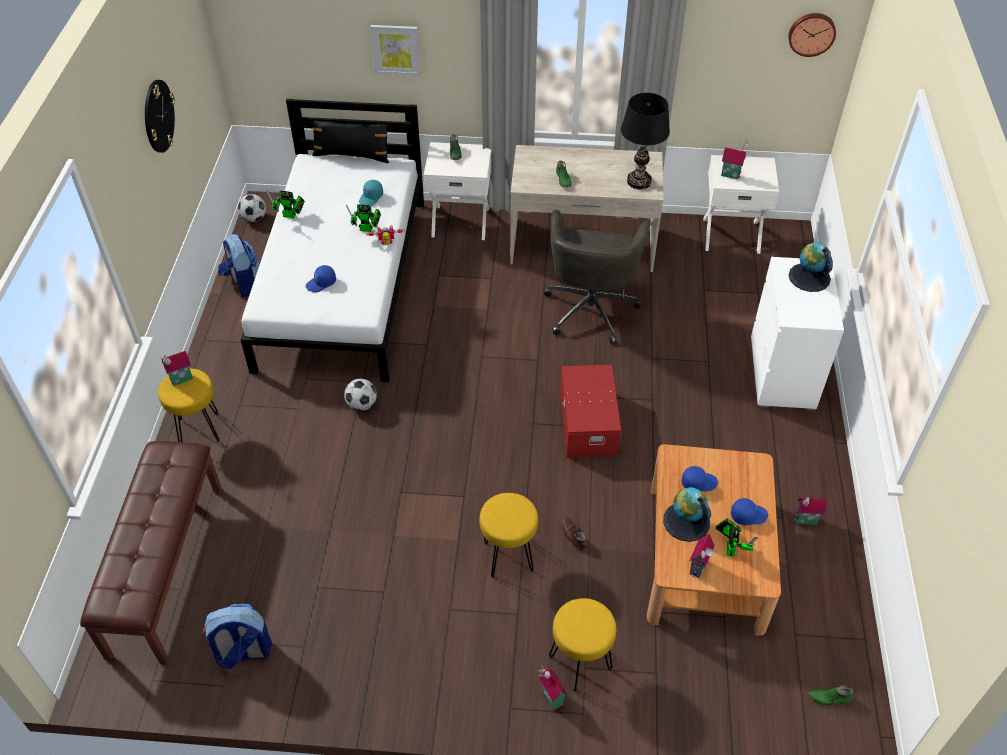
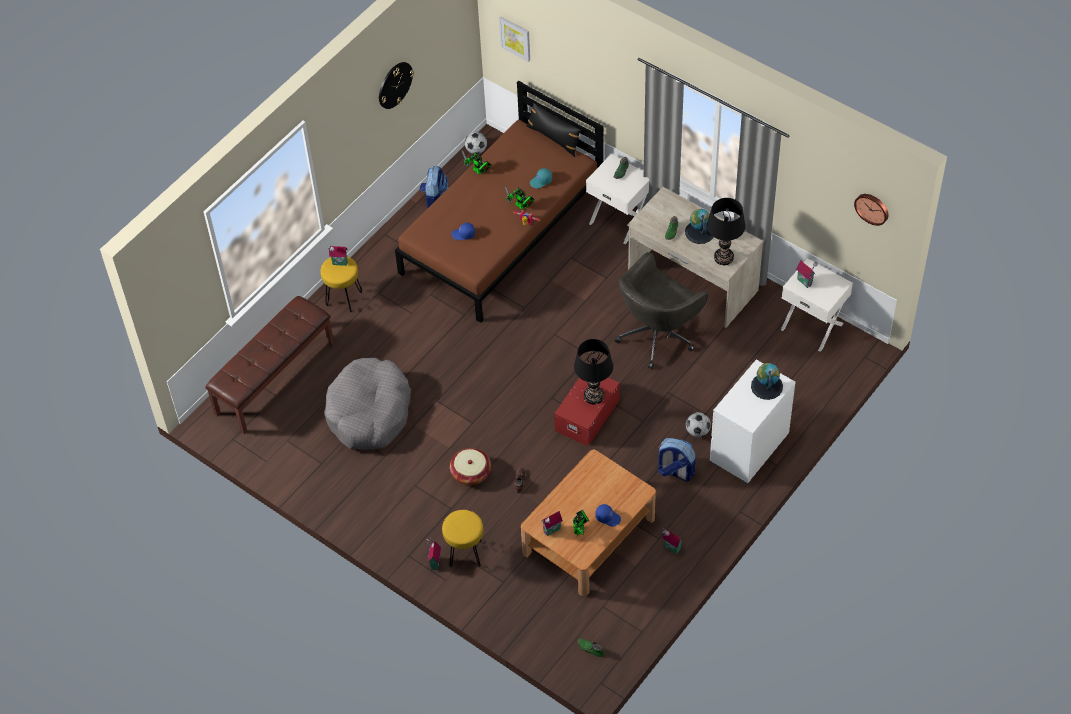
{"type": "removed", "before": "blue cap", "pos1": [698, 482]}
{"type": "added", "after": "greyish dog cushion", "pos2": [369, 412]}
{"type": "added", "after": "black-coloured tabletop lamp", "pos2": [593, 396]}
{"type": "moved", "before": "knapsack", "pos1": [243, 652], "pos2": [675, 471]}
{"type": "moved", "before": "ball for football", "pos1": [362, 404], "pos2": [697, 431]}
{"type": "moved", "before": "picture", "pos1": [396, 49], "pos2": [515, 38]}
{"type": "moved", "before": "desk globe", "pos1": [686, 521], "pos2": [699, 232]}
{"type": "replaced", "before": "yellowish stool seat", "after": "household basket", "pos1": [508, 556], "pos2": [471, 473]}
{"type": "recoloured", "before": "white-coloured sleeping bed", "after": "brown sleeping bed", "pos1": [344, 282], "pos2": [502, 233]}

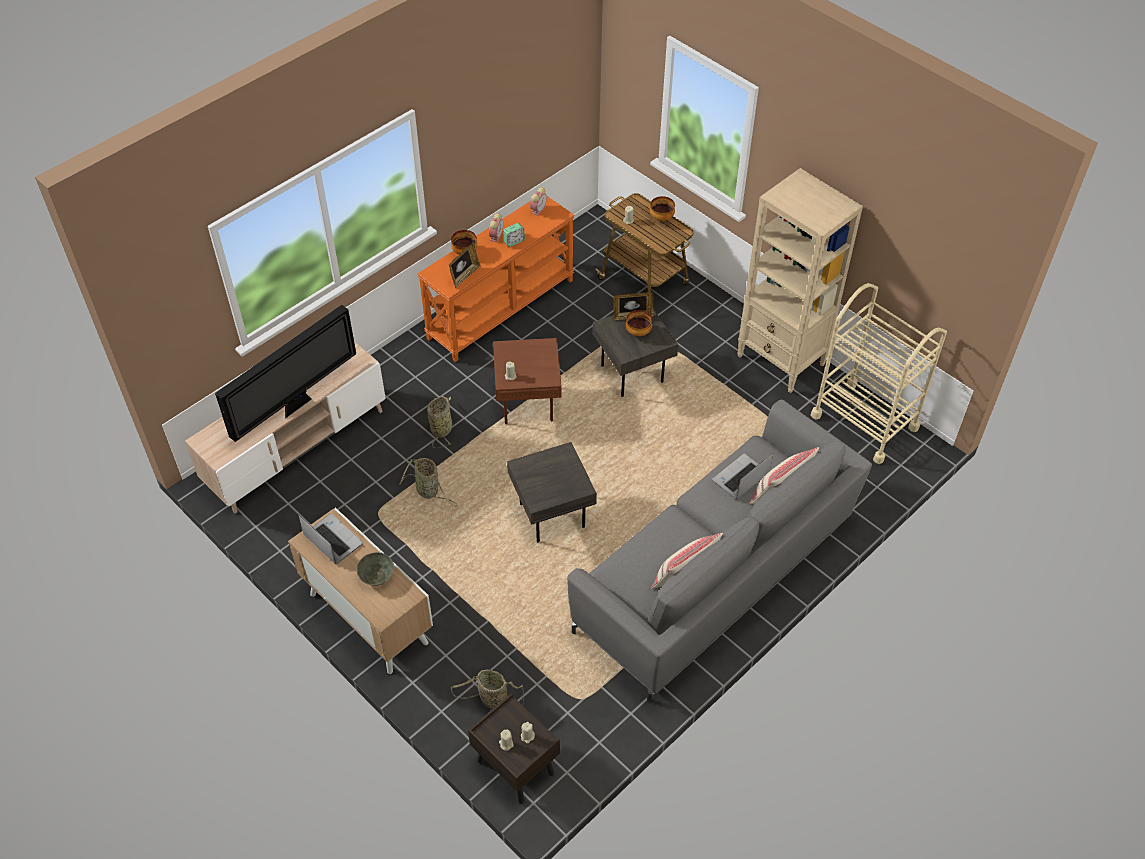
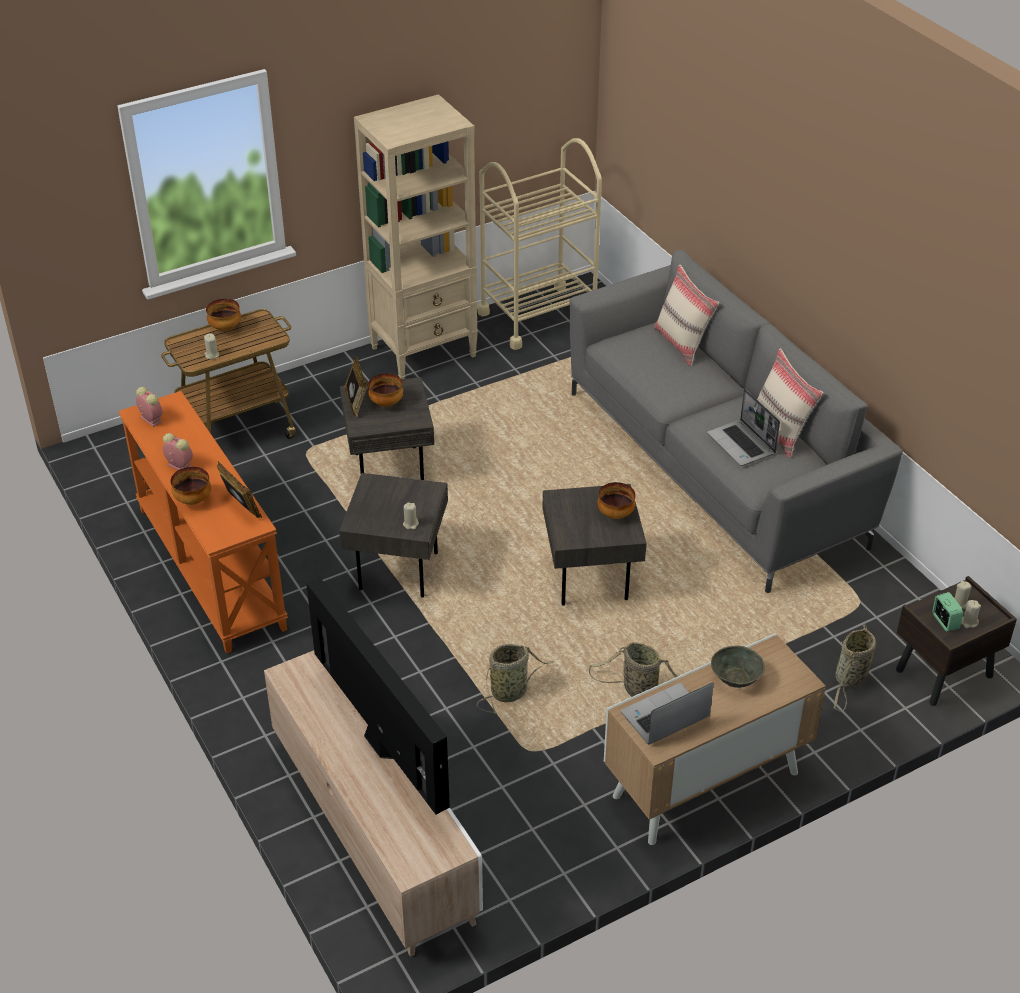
{"type": "added", "after": "bowl", "pos2": [615, 514]}
{"type": "moved", "before": "household basket", "pos1": [442, 428], "pos2": [637, 690]}
{"type": "moved", "before": "table clock", "pos1": [514, 241], "pos2": [945, 622]}
{"type": "moved", "before": "laptop", "pos1": [740, 478], "pos2": [742, 444]}
{"type": "recoloured", "before": "brown end table", "after": "greyish end table", "pos1": [529, 403], "pos2": [397, 569]}

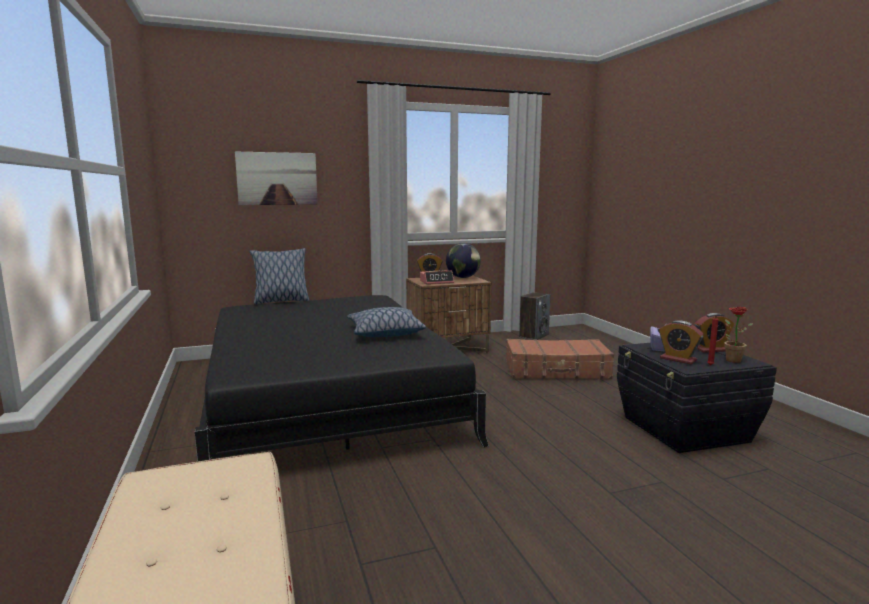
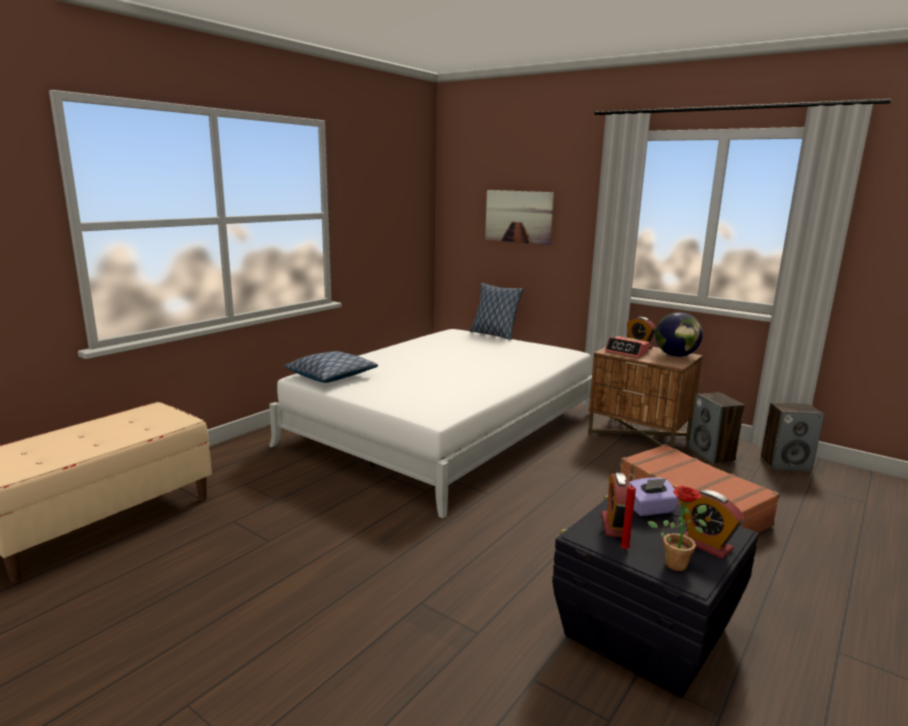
{"type": "added", "after": "audio speaker", "pos2": [711, 454]}
{"type": "moved", "before": "pillow", "pos1": [384, 333], "pos2": [331, 376]}
{"type": "recoloured", "before": "black-coloured sleeping bed", "after": "white-coloured sleeping bed", "pos1": [326, 397], "pos2": [445, 428]}

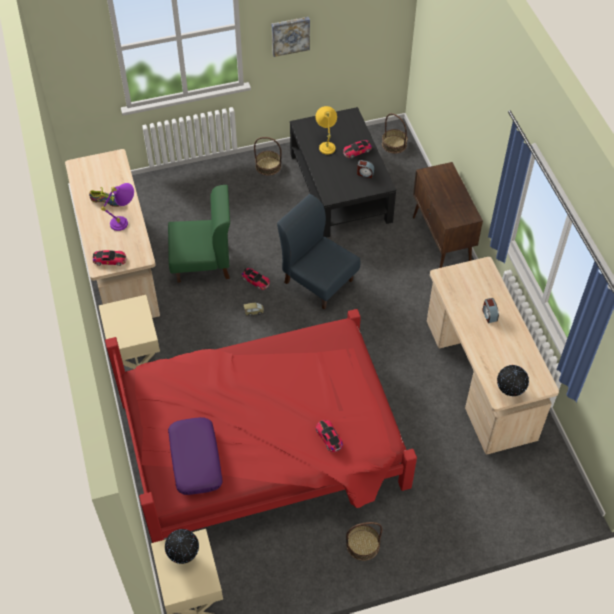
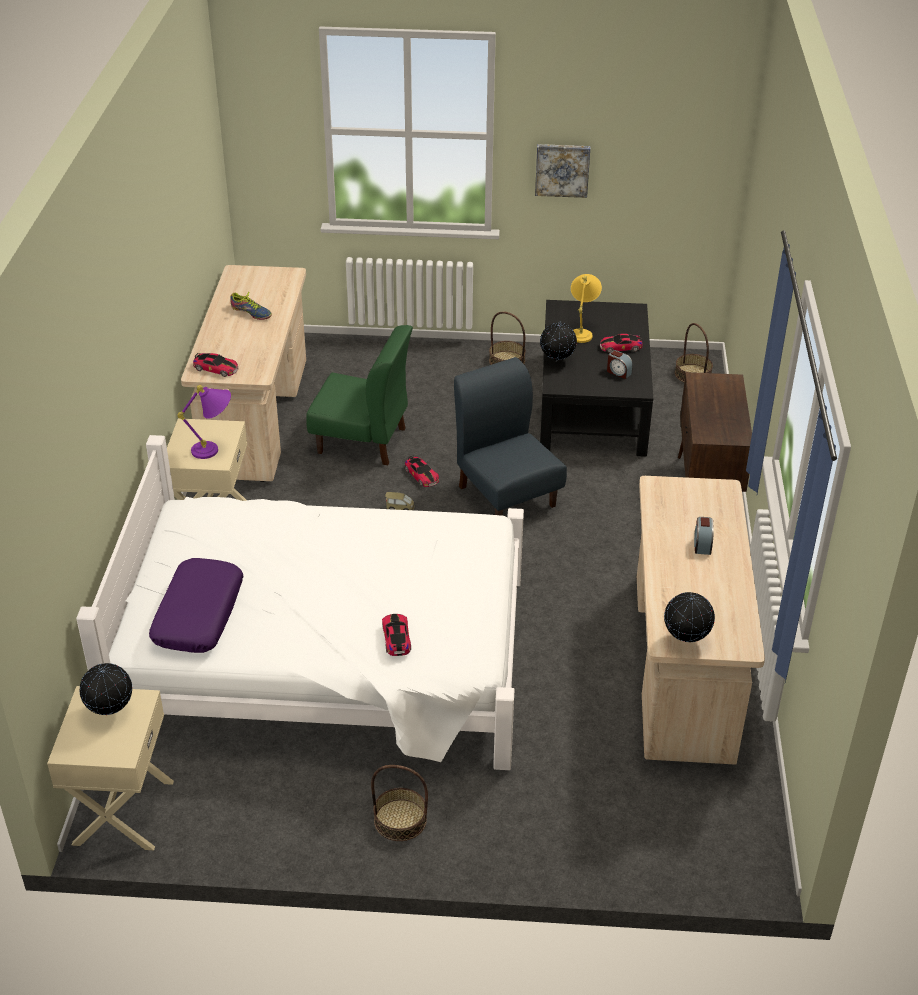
{"type": "added", "after": "desk globe", "pos2": [557, 361]}
{"type": "moved", "before": "purplish tabletop lamp", "pos1": [125, 221], "pos2": [215, 449]}
{"type": "recoloured", "before": "red-coloured sleeping bed", "after": "white-coloured sleeping bed", "pos1": [264, 444], "pos2": [328, 658]}

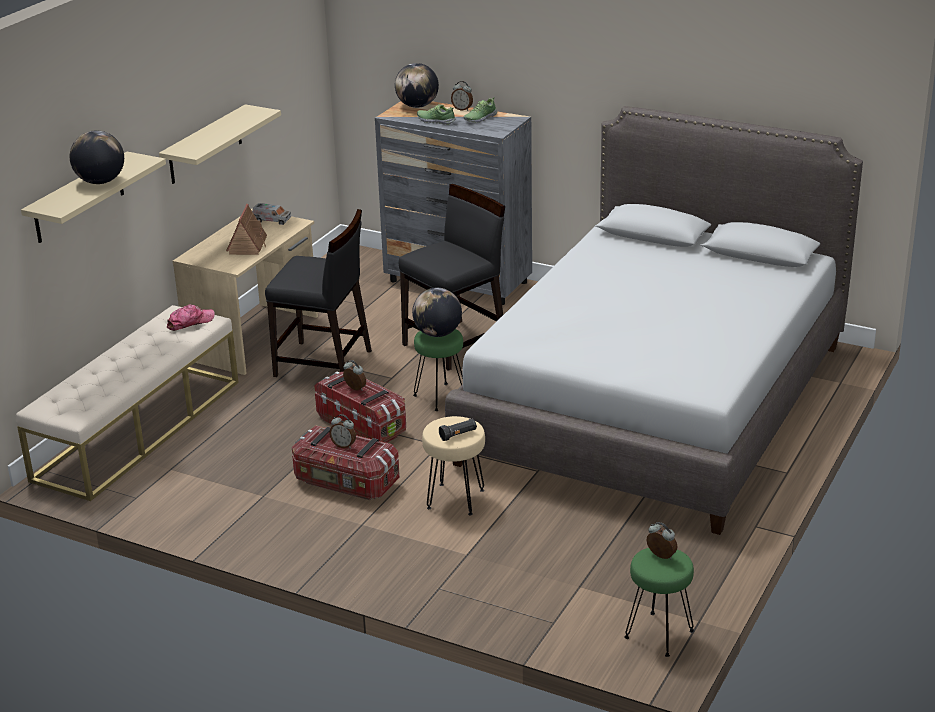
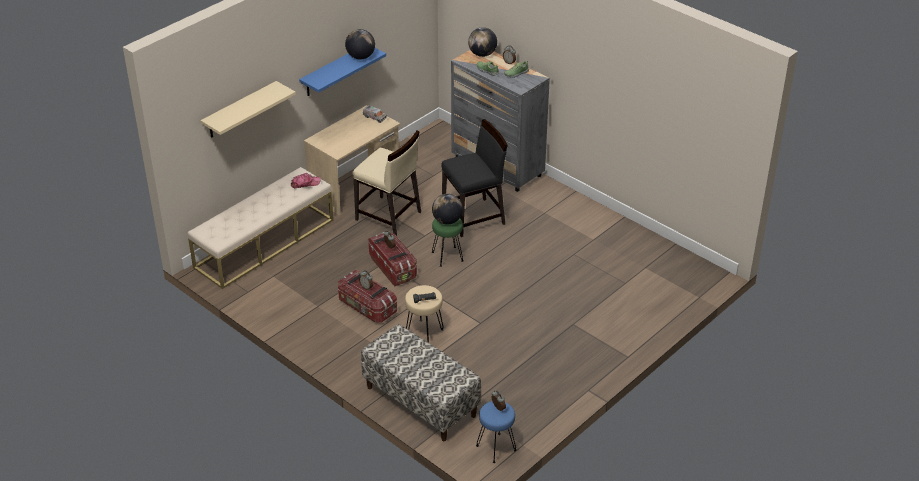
{"type": "removed", "before": "toy house", "pos1": [247, 246]}
{"type": "removed", "before": "greyish sleeping bed", "pos1": [656, 402]}
{"type": "added", "after": "long seat", "pos2": [420, 402]}
{"type": "moved", "before": "desk globe", "pos1": [100, 182], "pos2": [360, 57]}
{"type": "recoloured", "before": "sand-coloured bracket shelf", "after": "blue bracket shelf", "pos1": [205, 145], "pos2": [334, 71]}
{"type": "recoloured", "before": "black-coloured upright chair", "after": "sand-coloured upright chair", "pos1": [324, 364], "pos2": [388, 216]}
{"type": "recoloured", "before": "green-coloured stool seat", "after": "blue stool seat", "pos1": [658, 634], "pos2": [496, 447]}

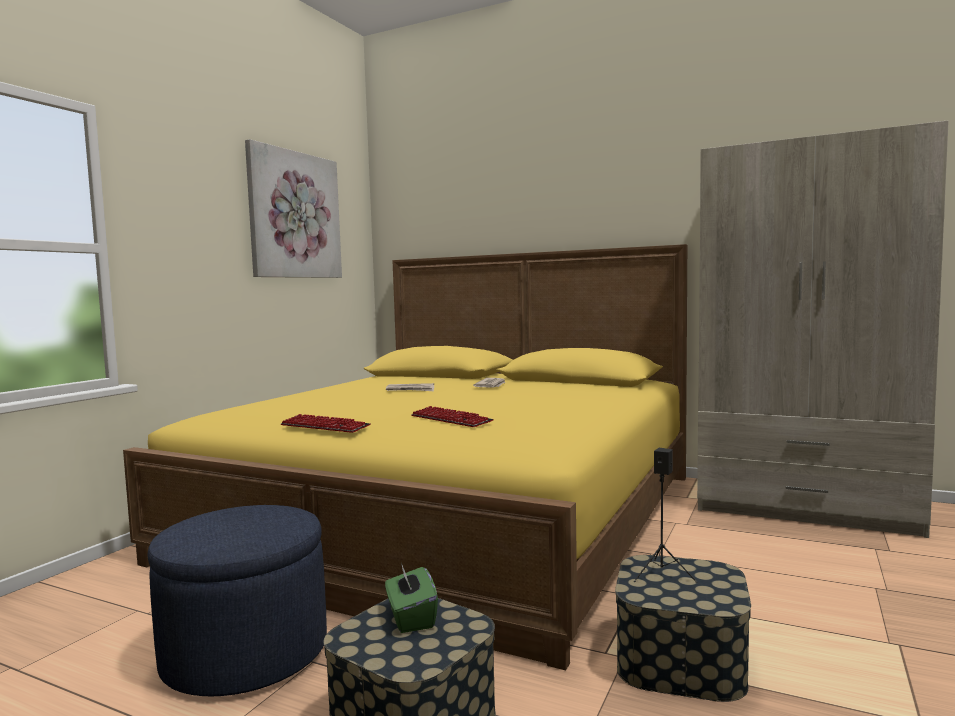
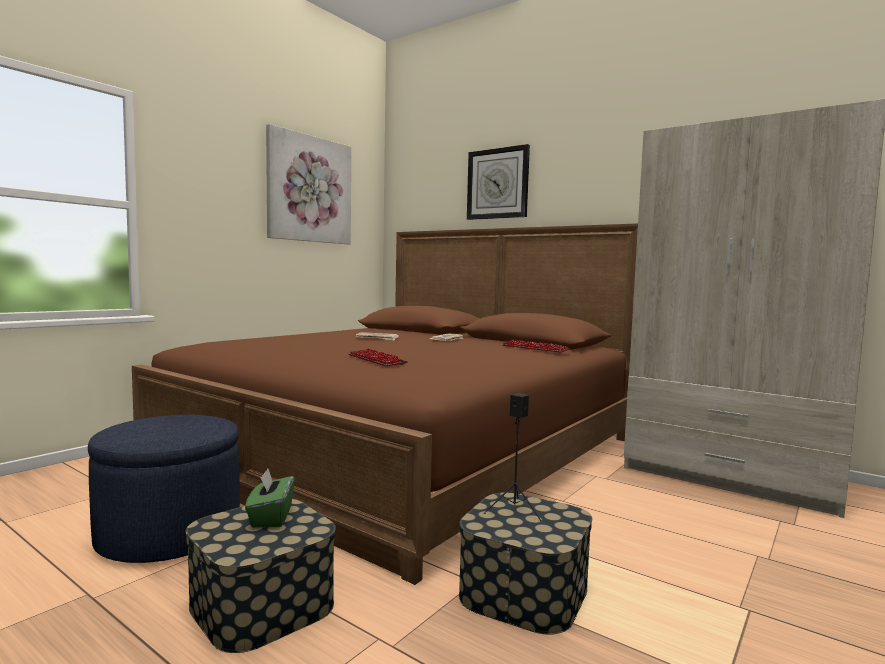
{"type": "added", "after": "wall clock", "pos2": [498, 184]}
{"type": "moved", "before": "PC keyboard", "pos1": [324, 426], "pos2": [535, 348]}
{"type": "recoloured", "before": "yellowish sleeping bed", "after": "brown sleeping bed", "pos1": [453, 514], "pos2": [404, 448]}

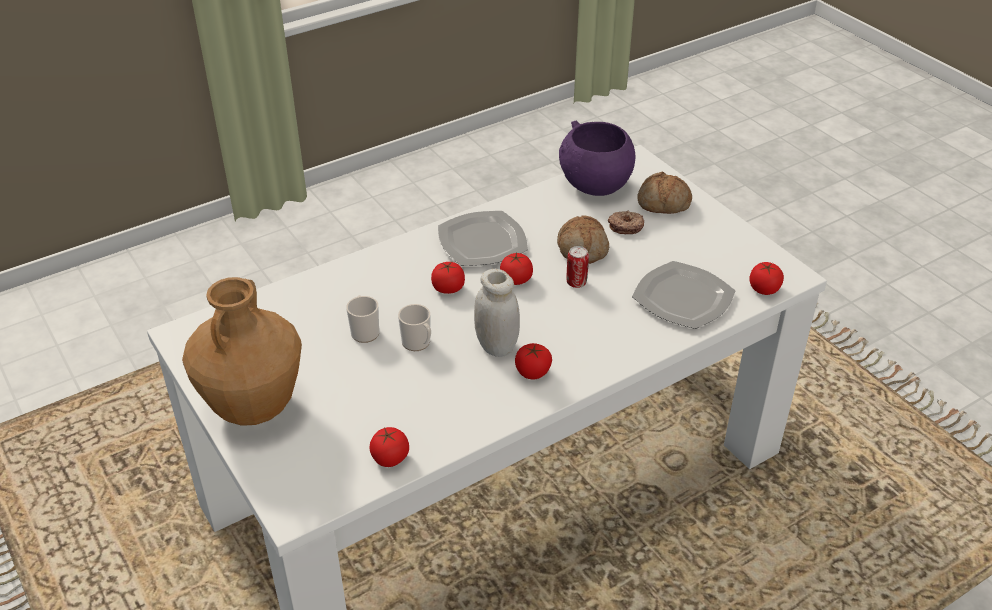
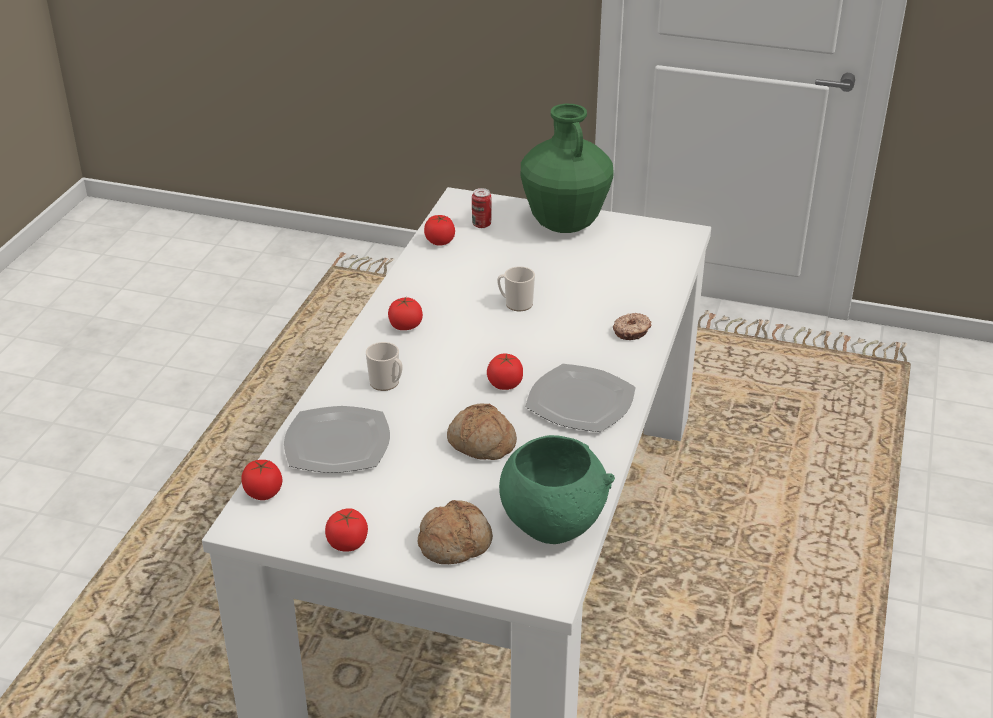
{"type": "removed", "before": "white-coloured jar", "pos1": [496, 346]}
{"type": "moved", "before": "mug", "pos1": [364, 331], "pos2": [387, 383]}
{"type": "moved", "before": "fresh tomato", "pos1": [448, 288], "pos2": [348, 543]}
{"type": "moved", "before": "sealed can", "pos1": [576, 283], "pos2": [481, 224]}
{"type": "moved", "before": "doughnut", "pos1": [625, 226], "pos2": [632, 332]}
{"type": "recoloured", "before": "brown vase", "after": "green-coloured vase", "pos1": [254, 406], "pos2": [565, 225]}
{"type": "recoloured", "before": "purplish bowl", "after": "green-coloured bowl", "pos1": [594, 186], "pos2": [552, 524]}

